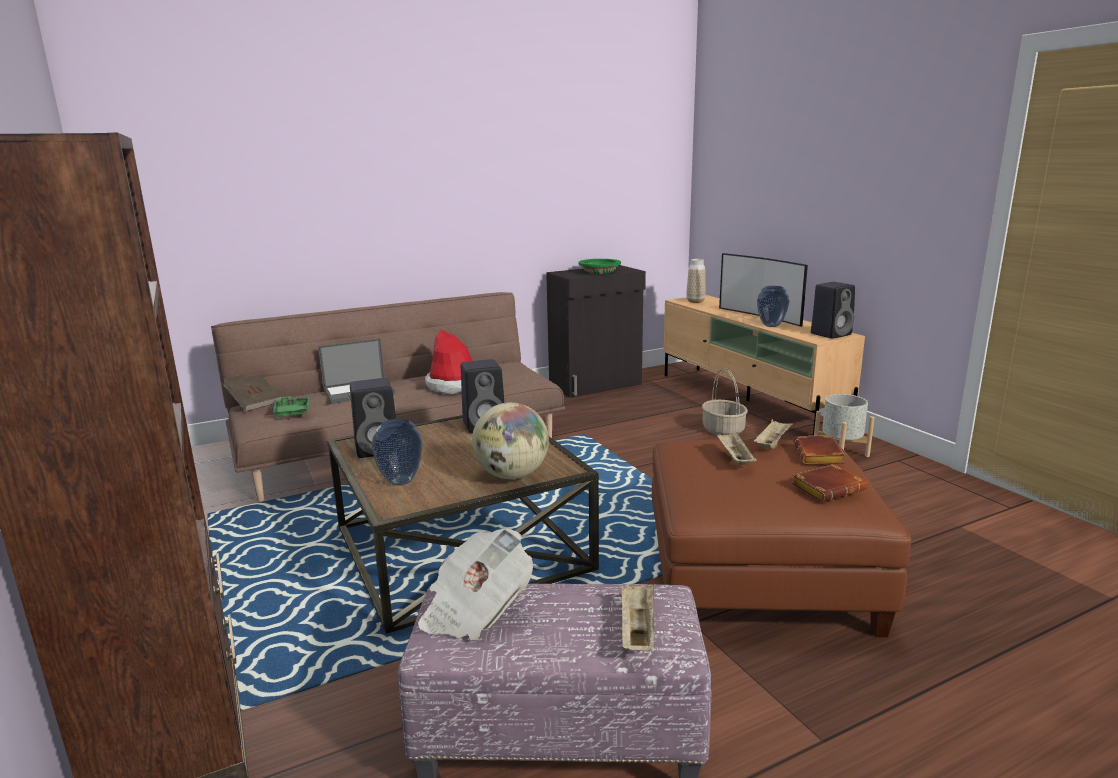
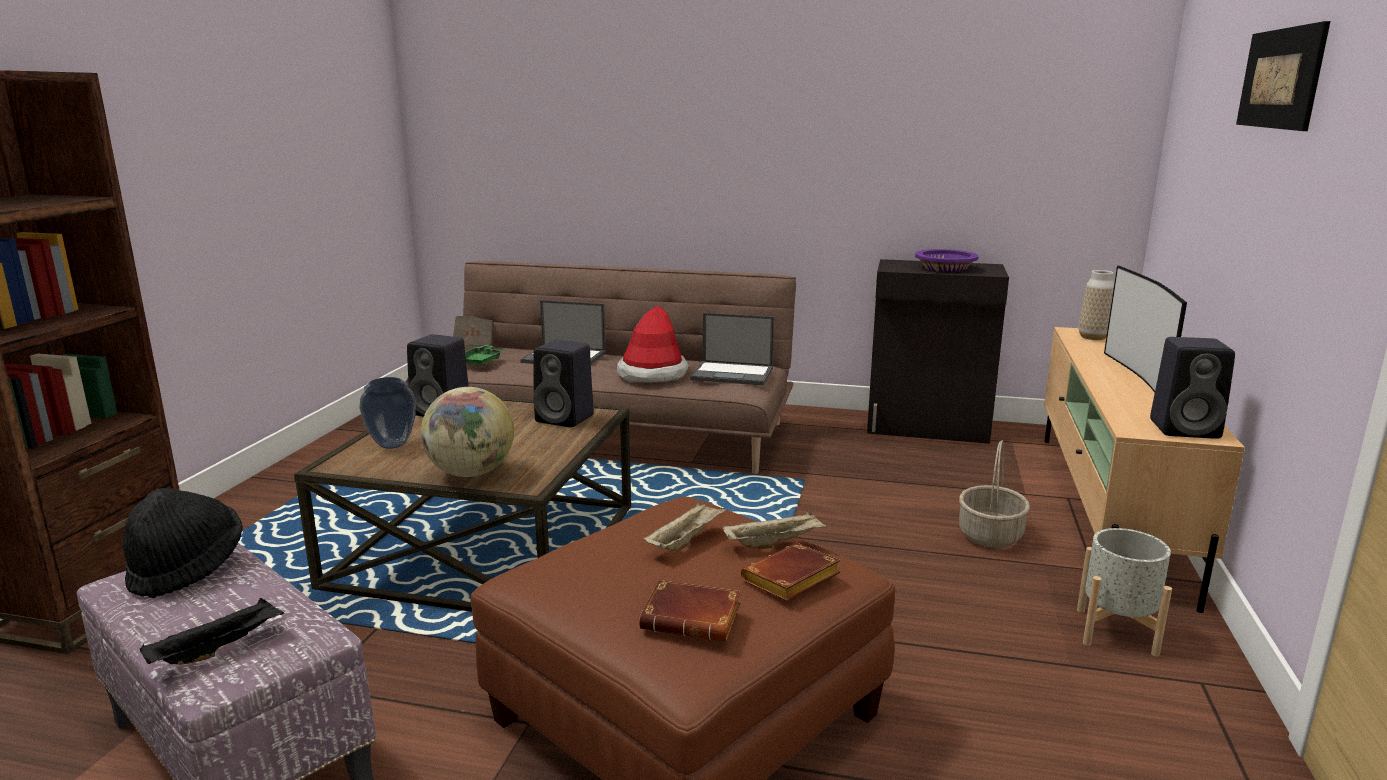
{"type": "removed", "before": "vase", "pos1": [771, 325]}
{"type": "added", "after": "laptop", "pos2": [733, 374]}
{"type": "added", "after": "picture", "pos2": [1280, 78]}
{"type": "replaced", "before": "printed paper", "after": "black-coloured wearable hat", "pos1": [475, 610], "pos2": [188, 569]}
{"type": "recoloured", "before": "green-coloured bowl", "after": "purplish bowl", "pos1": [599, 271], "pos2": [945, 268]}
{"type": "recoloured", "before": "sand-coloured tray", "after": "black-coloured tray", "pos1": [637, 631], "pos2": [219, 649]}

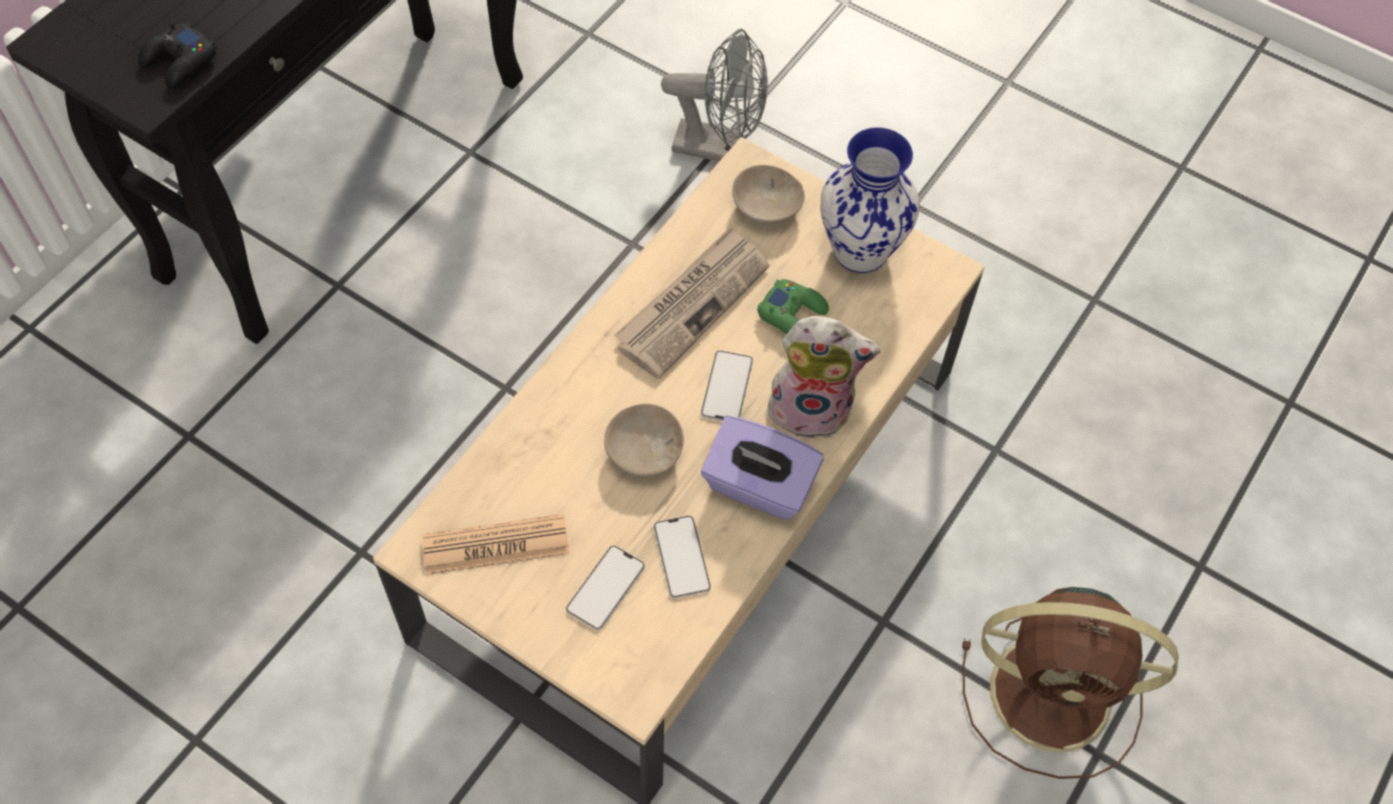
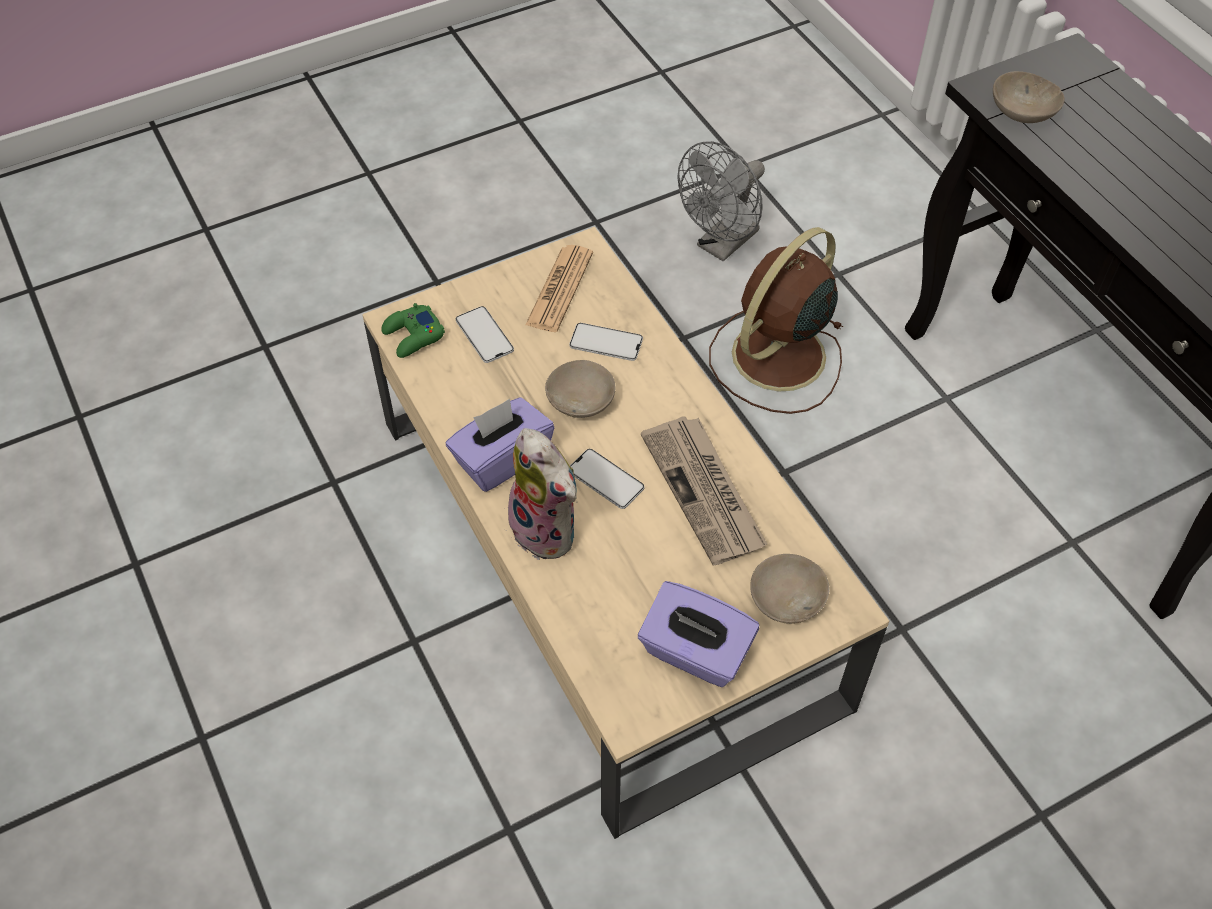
{"type": "moved", "before": "phone", "pos1": [681, 557], "pos2": [606, 342]}
{"type": "moved", "before": "greyish cooling fan", "pos1": [719, 147], "pos2": [722, 245]}
{"type": "moved", "before": "green-coloured gamepad", "pos1": [793, 314], "pos2": [413, 336]}
{"type": "moved", "before": "brown cooling fan", "pos1": [1056, 694], "pos2": [776, 358]}
{"type": "replaced", "before": "black-coloured gamepad", "after": "sand-coloured bowl", "pos1": [179, 62], "pos2": [1020, 112]}
{"type": "replaced", "before": "vase", "after": "purplish tissue holder", "pos1": [859, 250], "pos2": [695, 652]}
{"type": "turned", "before": "cuddly toy", "pos1": [812, 408], "pos2": [548, 530], "turn": -75}

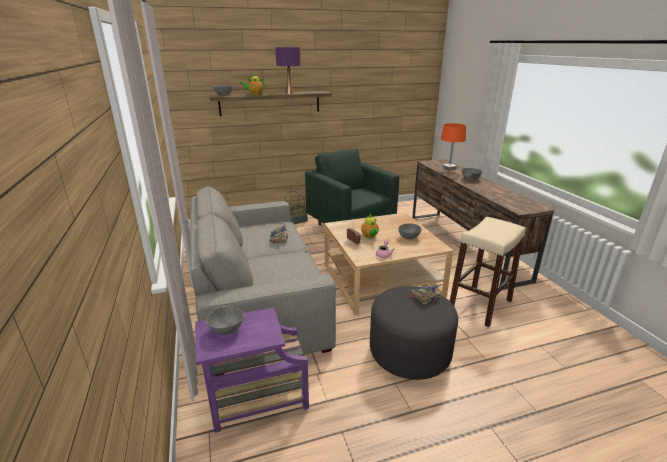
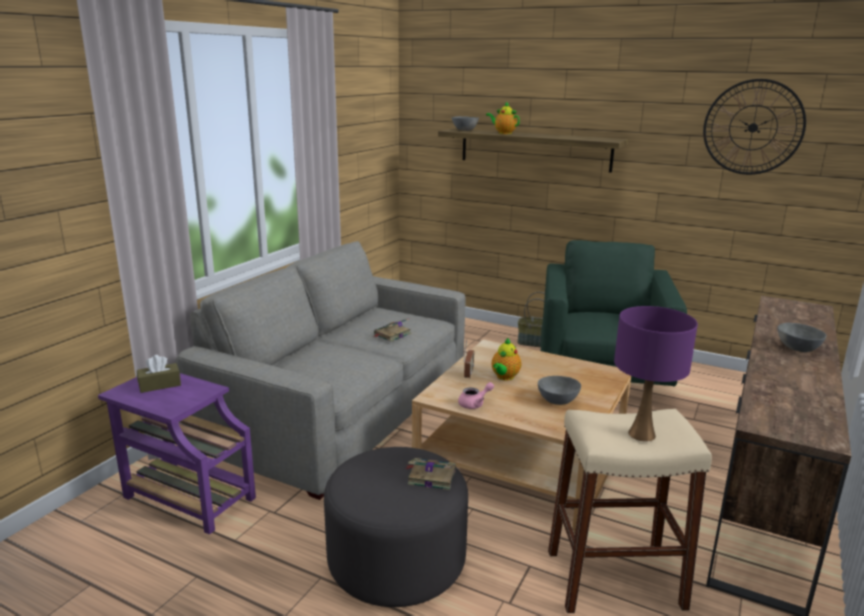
{"type": "removed", "before": "orange tabletop lamp", "pos1": [449, 168]}
{"type": "added", "after": "wall clock", "pos2": [753, 127]}
{"type": "moved", "before": "purplish tabletop lamp", "pos1": [289, 93], "pos2": [641, 434]}
{"type": "replaced", "before": "greyish bowl", "after": "brown tissue holder", "pos1": [226, 330], "pos2": [159, 385]}

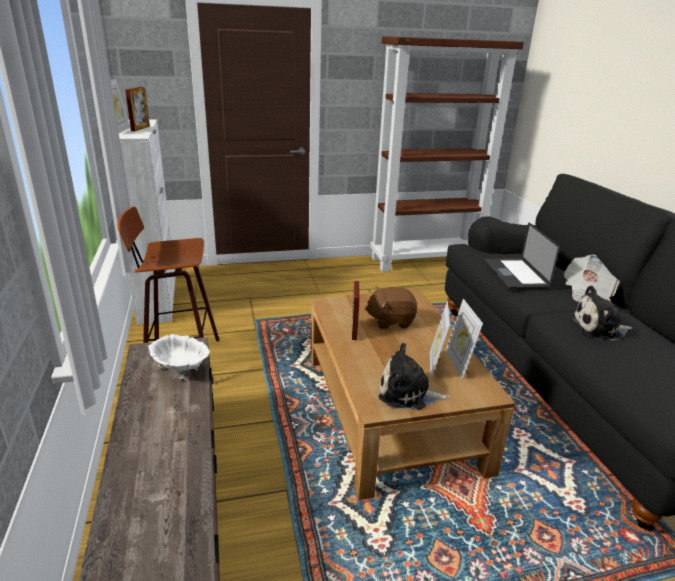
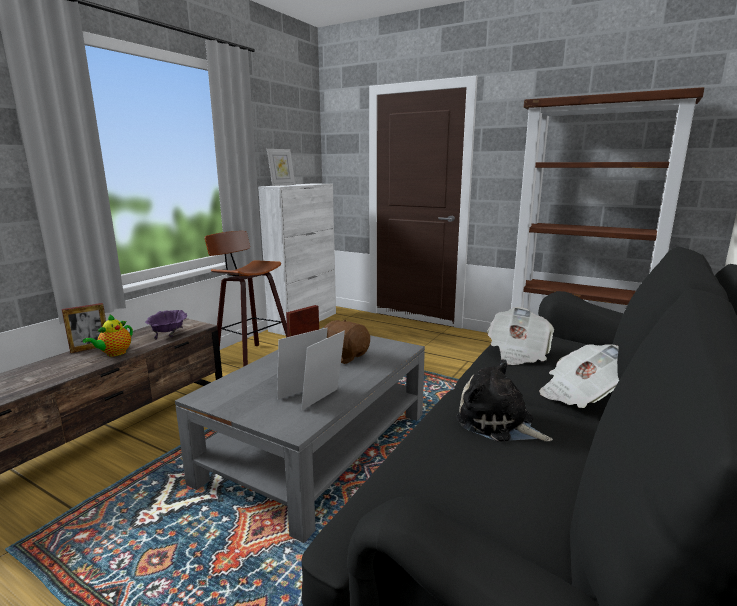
{"type": "removed", "before": "cuddly toy", "pos1": [408, 393]}
{"type": "added", "after": "tea pot", "pos2": [114, 353]}
{"type": "moved", "before": "picture frame", "pos1": [140, 128], "pos2": [90, 348]}
{"type": "replaced", "before": "laptop", "after": "printed paper", "pos1": [515, 275], "pos2": [517, 353]}
{"type": "recoloured", "before": "white-coloured bowl", "after": "purplish bowl", "pos1": [182, 369], "pos2": [169, 334]}
{"type": "recoloured", "before": "brown coffee table", "after": "greyish coffee table", "pos1": [391, 410], "pos2": [318, 447]}

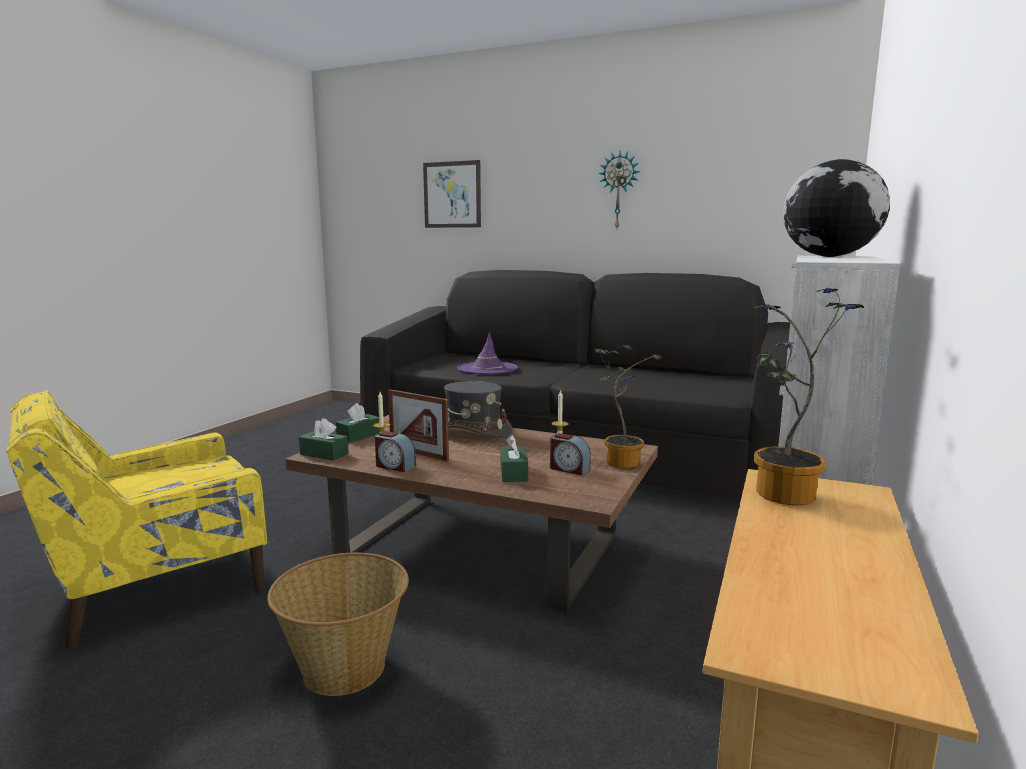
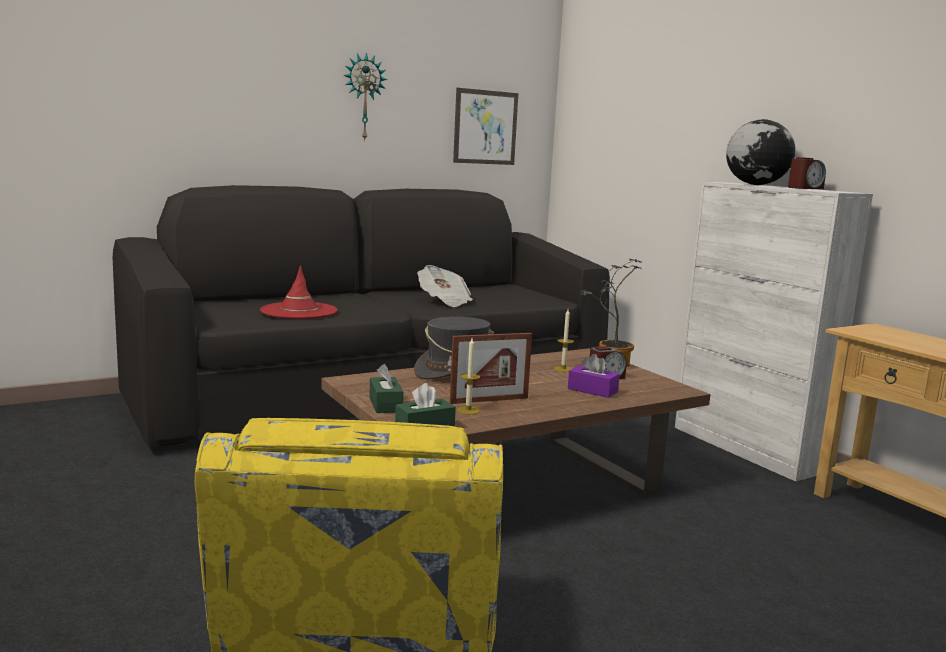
{"type": "removed", "before": "household basket", "pos1": [345, 669]}
{"type": "removed", "before": "potted plant", "pos1": [781, 497]}
{"type": "added", "after": "printed paper", "pos2": [444, 301]}
{"type": "moved", "before": "table clock", "pos1": [394, 466], "pos2": [805, 188]}
{"type": "moved", "before": "picture", "pos1": [452, 195], "pos2": [485, 127]}
{"type": "recoloured", "before": "purplish wearable hat", "after": "red-coloured wearable hat", "pos1": [487, 368], "pos2": [299, 311]}
{"type": "recoloured", "before": "green-coloured tissue holder", "after": "purplish tissue holder", "pos1": [513, 473], "pos2": [592, 390]}

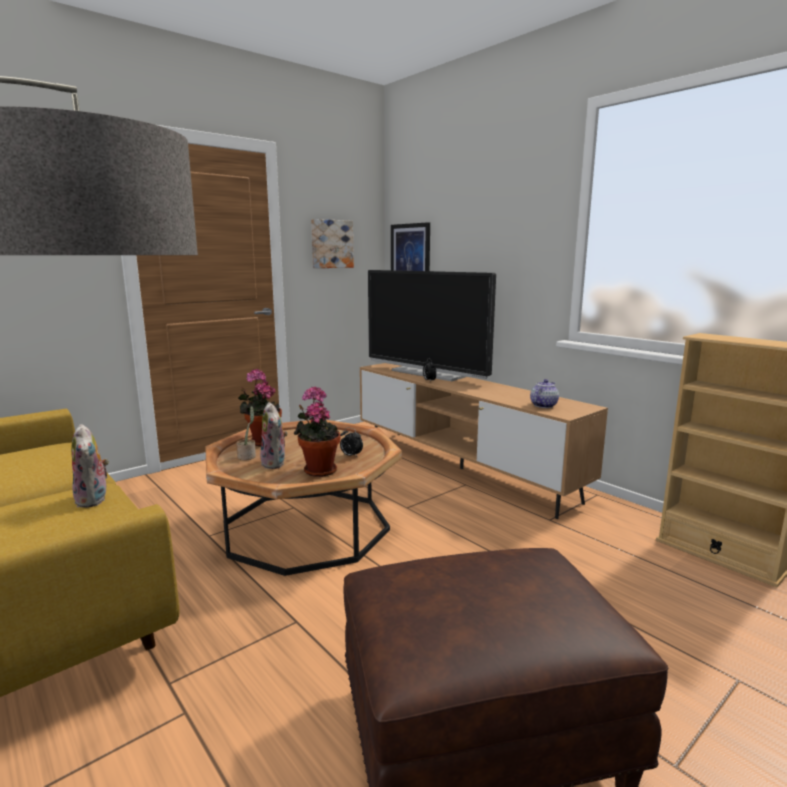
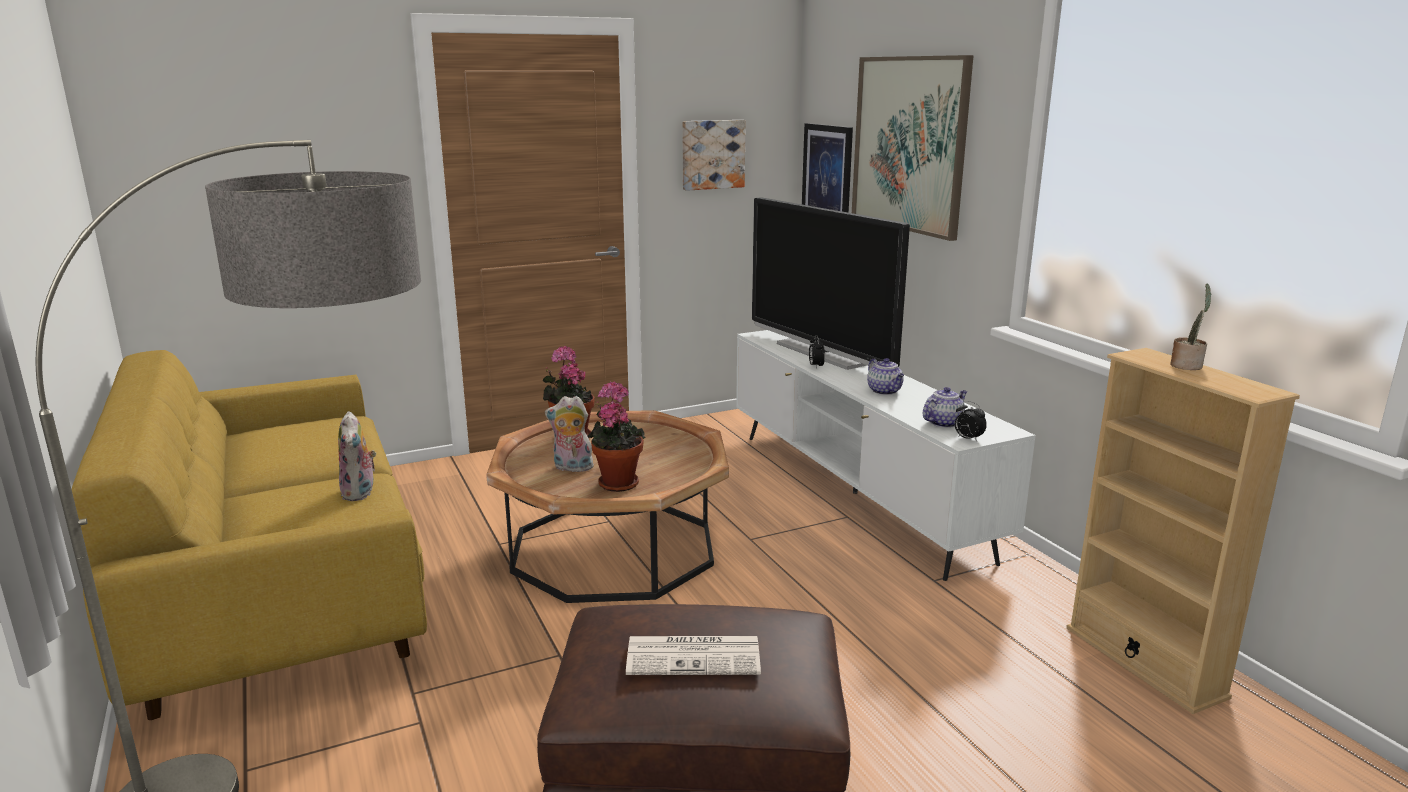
{"type": "added", "after": "printed paper", "pos2": [695, 656]}
{"type": "added", "after": "picture", "pos2": [909, 144]}
{"type": "added", "after": "tea pot", "pos2": [885, 391]}
{"type": "moved", "before": "potted plant", "pos1": [247, 456], "pos2": [1187, 365]}
{"type": "moved", "before": "table clock", "pos1": [351, 456], "pos2": [967, 439]}
{"type": "recoloured", "before": "brown tv unit", "after": "white-coloured tv unit", "pos1": [461, 468], "pos2": [854, 492]}
{"type": "turned", "before": "cuddly toy", "pos1": [275, 463], "pos2": [571, 468], "turn": 105}

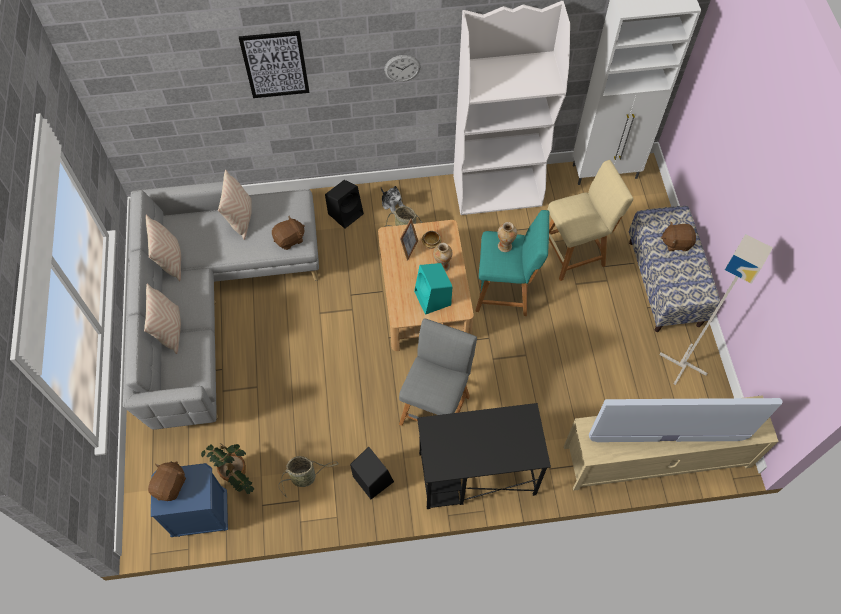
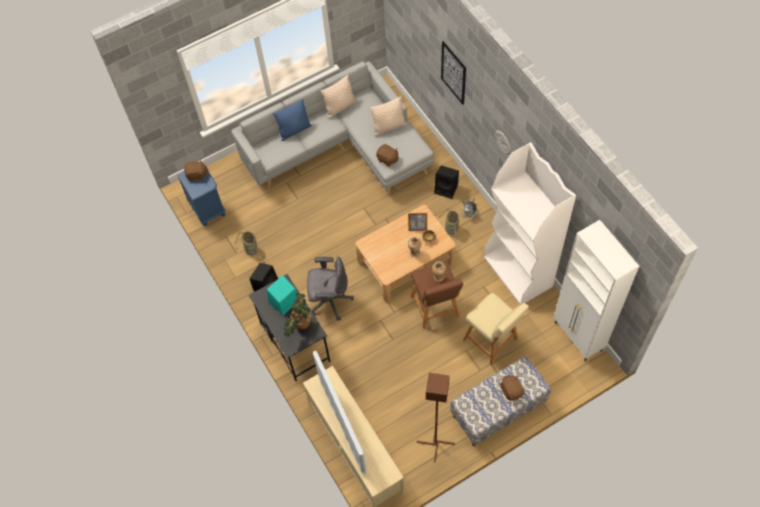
{"type": "moved", "before": "potted plant", "pos1": [236, 478], "pos2": [300, 326]}
{"type": "moved", "before": "turquoise audio speaker", "pos1": [433, 299], "pos2": [283, 302]}
{"type": "replaced", "before": "greyish stool seat", "after": "greyish computer chair", "pos1": [436, 406], "pos2": [329, 300]}
{"type": "recoloured", "before": "sand-coloured pillow", "after": "blue pillow", "pos1": [170, 330], "pos2": [294, 130]}
{"type": "recoloured", "before": "turquoise stool seat", "after": "brown stool seat", "pos1": [506, 292], "pos2": [436, 309]}
{"type": "recoloured", "before": "greyish floor lamp", "after": "brown floor lamp", "pos1": [683, 364], "pos2": [435, 443]}

